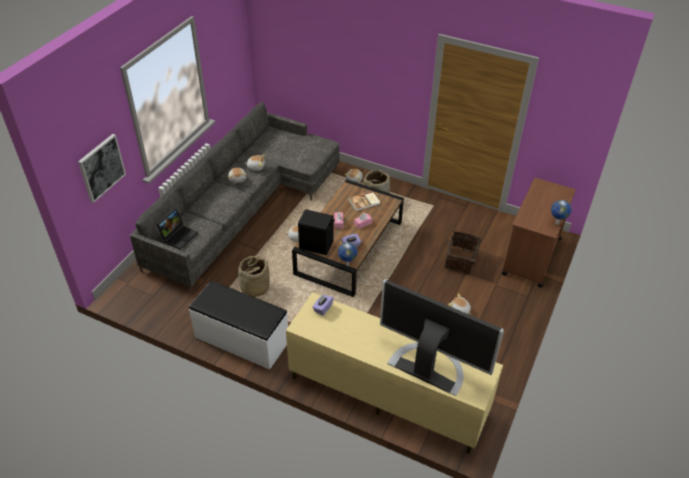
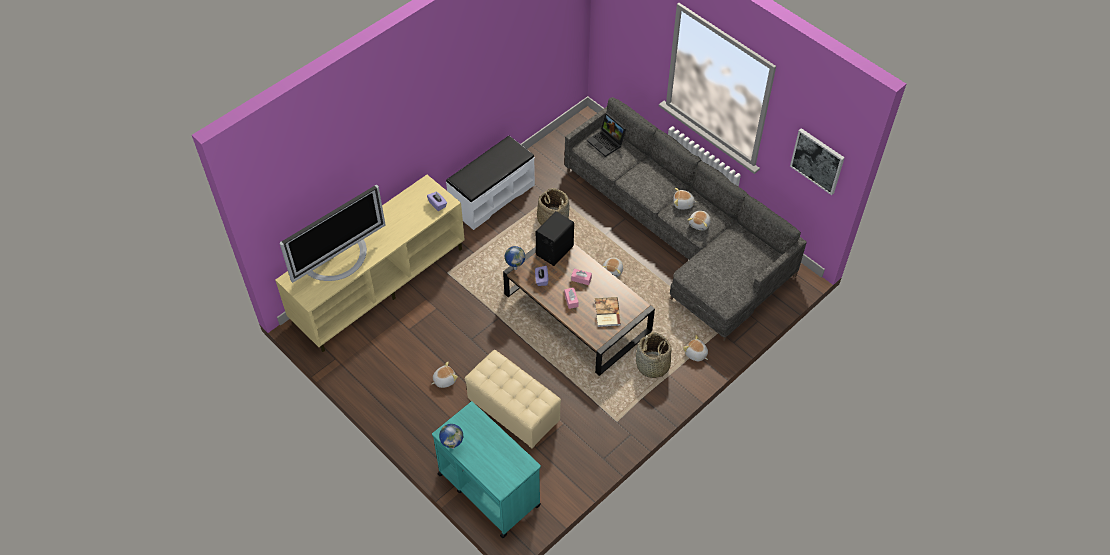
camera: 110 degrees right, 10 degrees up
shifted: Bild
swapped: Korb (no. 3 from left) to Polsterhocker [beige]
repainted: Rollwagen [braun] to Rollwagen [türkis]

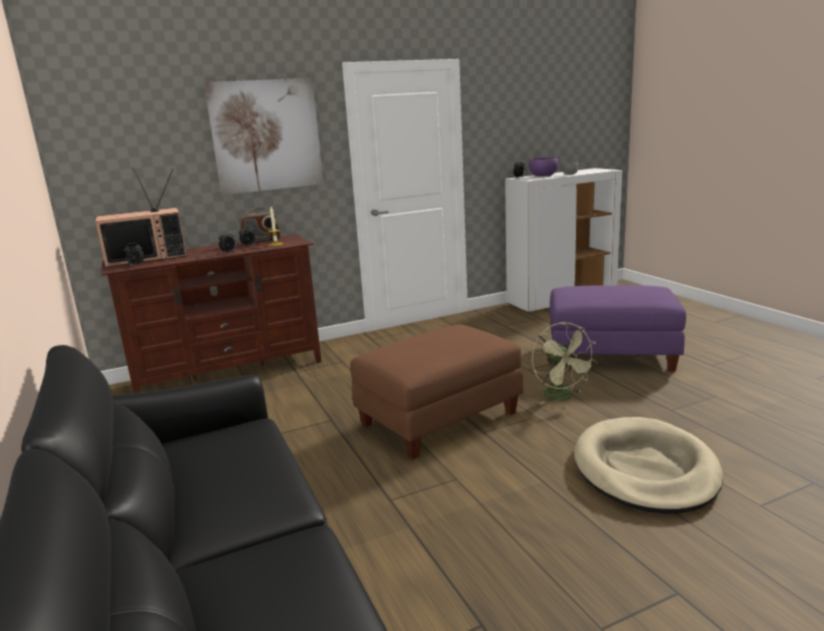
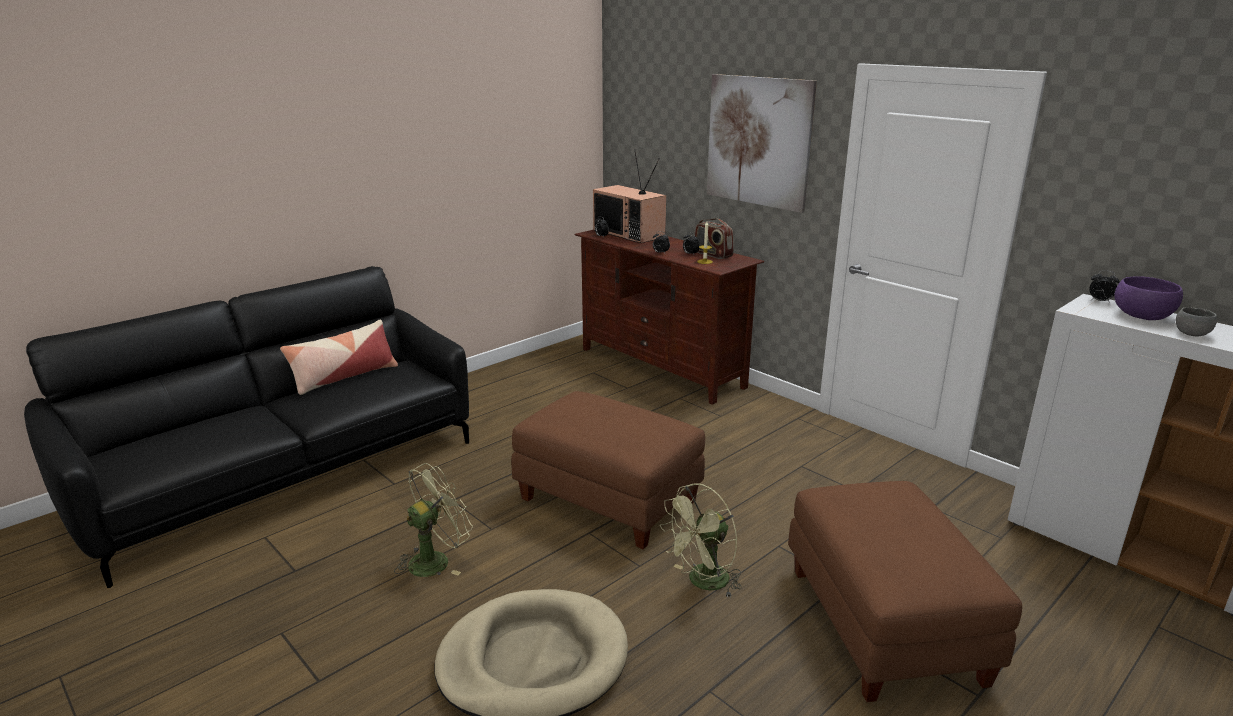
camera: 70 degrees right, 5 degrees up
new: Kissen; Ventilator [grün] (no. 1 from left)
repainted: Polsterhocker [lila] to Polsterhocker [braun] (no. 2 from left)

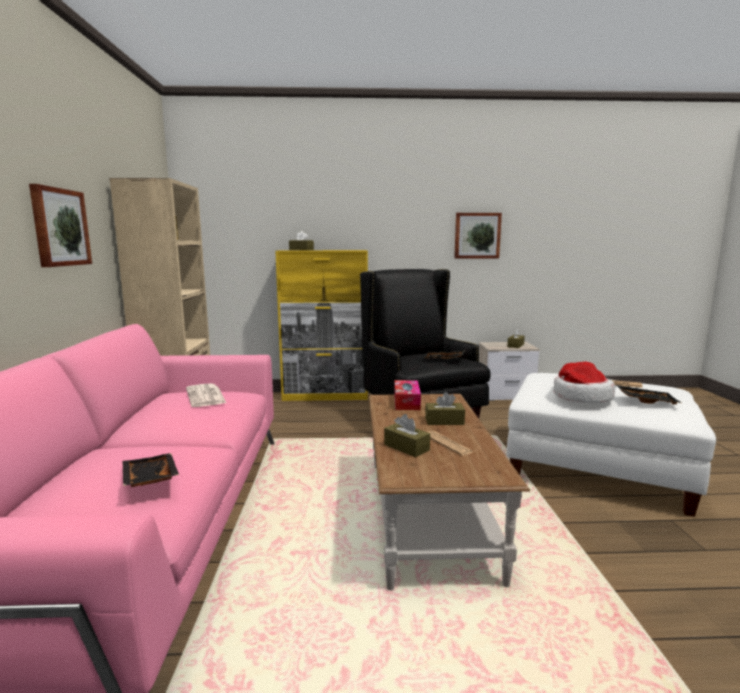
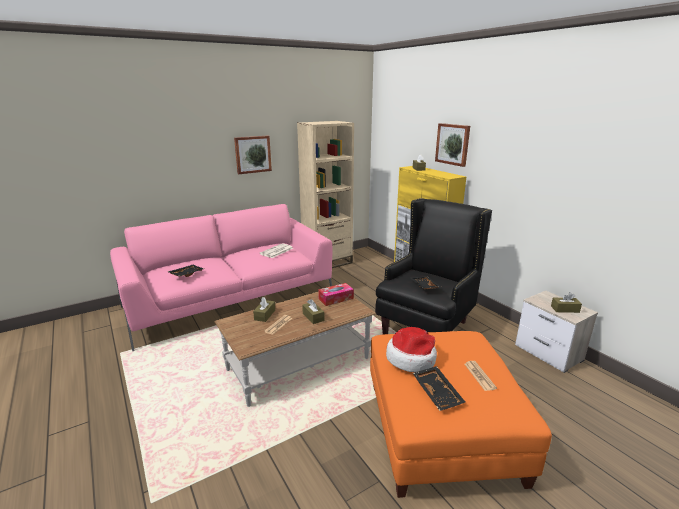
camera: 60 degrees right, 10 degrees up
shifted: Bild (no. 2 from left)
repainted: Polsterhocker [weiß] to Polsterhocker [orange]

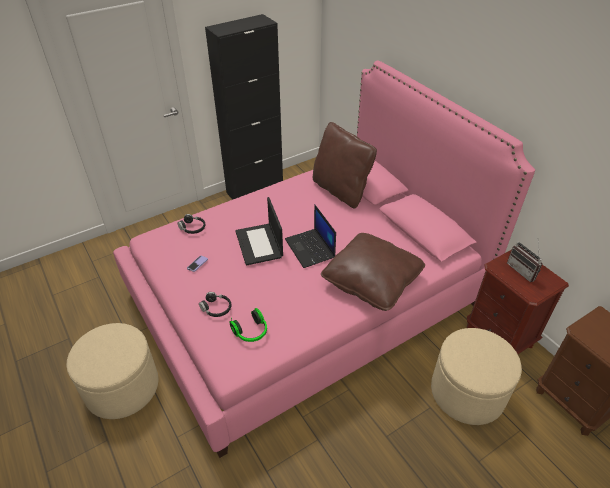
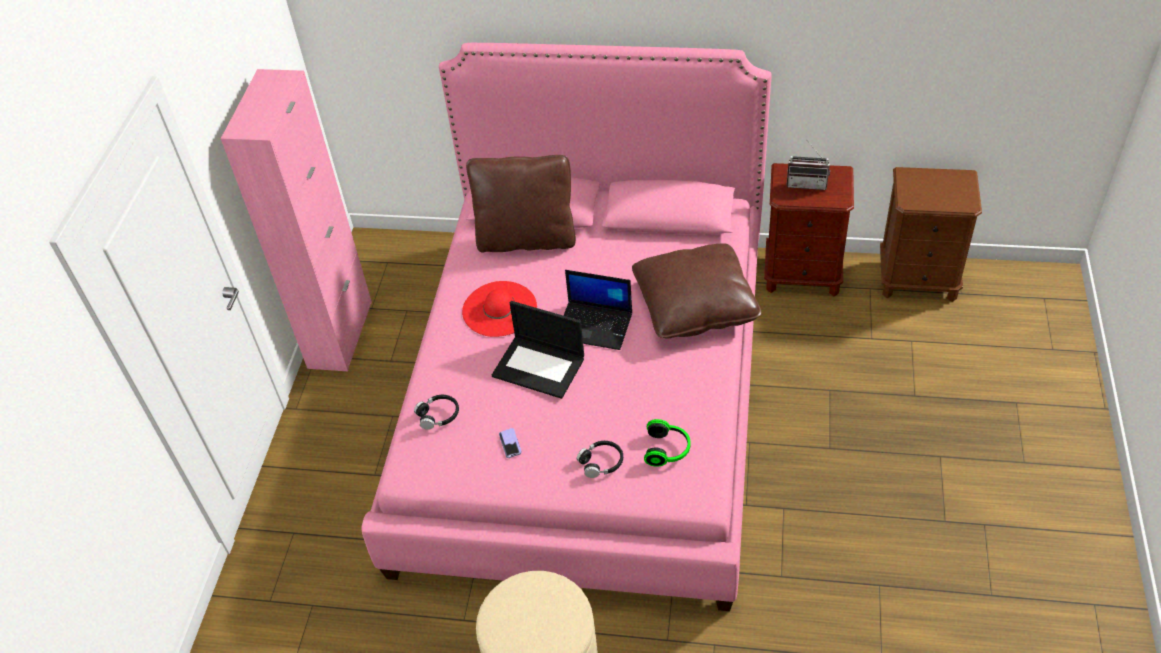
camera: 45 degrees left, 5 degrees up
gone: Polsterhocker [beige] (no. 2 from left)
new: Hut [rot]
repainted: Schrank [schwarz] to Schrank [rosa]

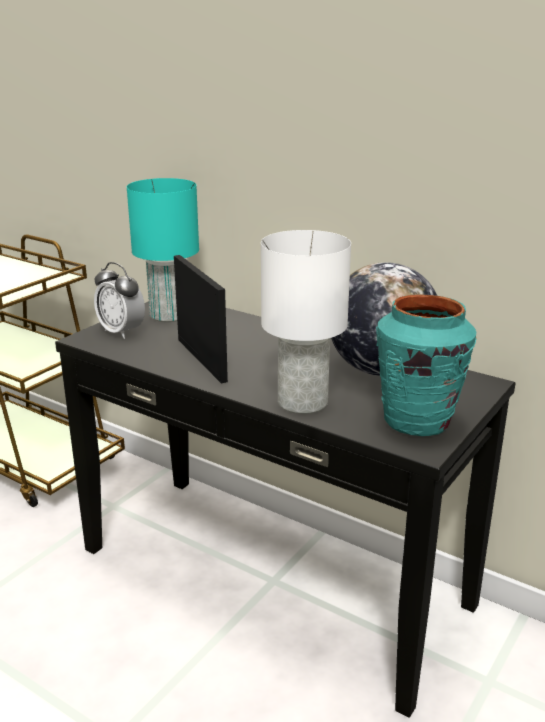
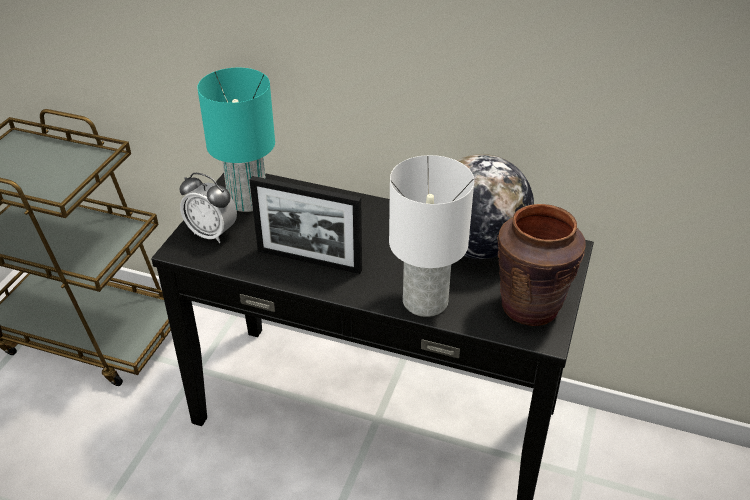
camera: 15 degrees left, 15 degrees up
repainted: Vase [türkis] to Vase [braun]
rotated: Bilderrahmen 150 degrees clockwise

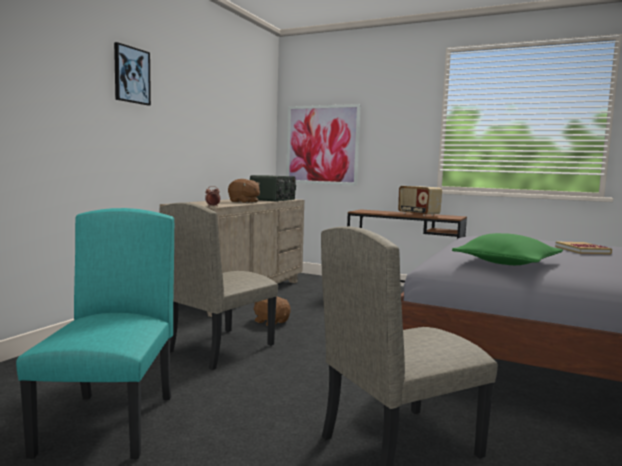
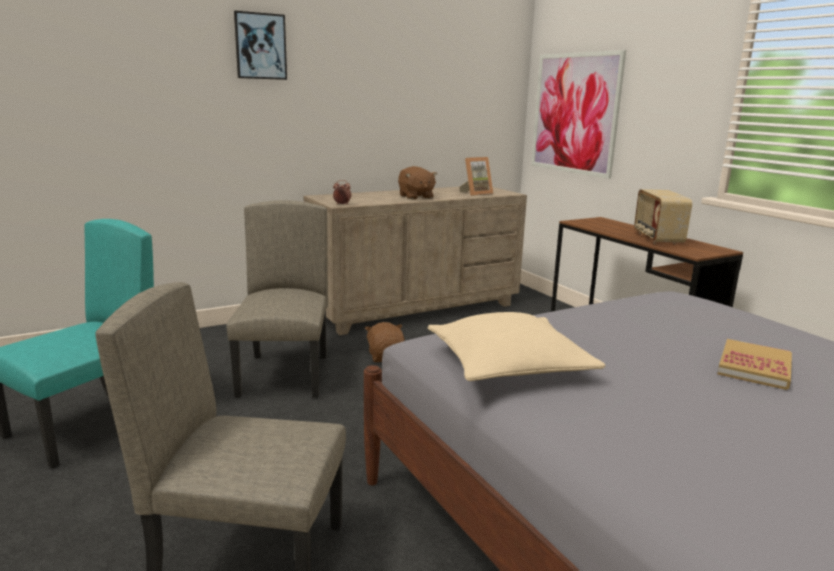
camera: 35 degrees right, 10 degrees up
swapped: Radio (no. 1 from left) to Bilderrahmen
repainted: Kissen [grün] to Kissen [beige]
rotated: Stuhl [beige] (no. 1 from left in the first image) 105 degrees clockwise

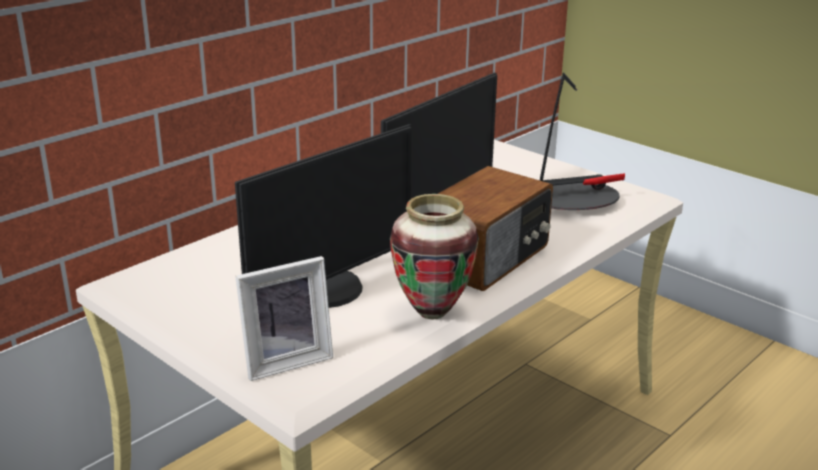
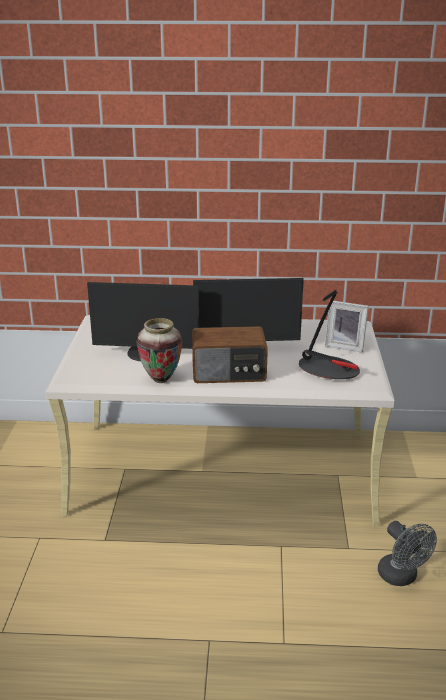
camera: 50 degrees right, 0 degrees up
new: Ventilator [grau]
shifted: Bilderrahmen

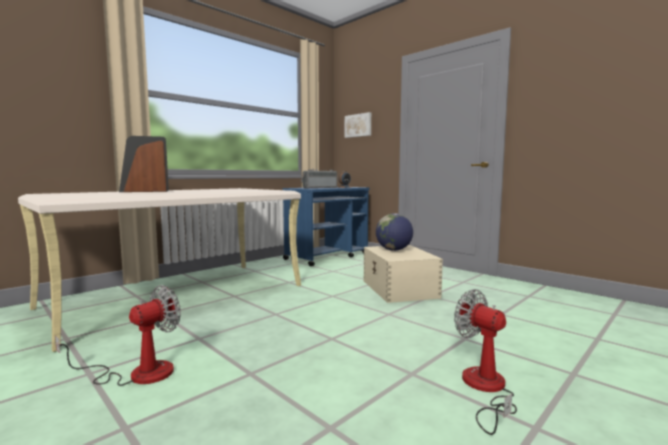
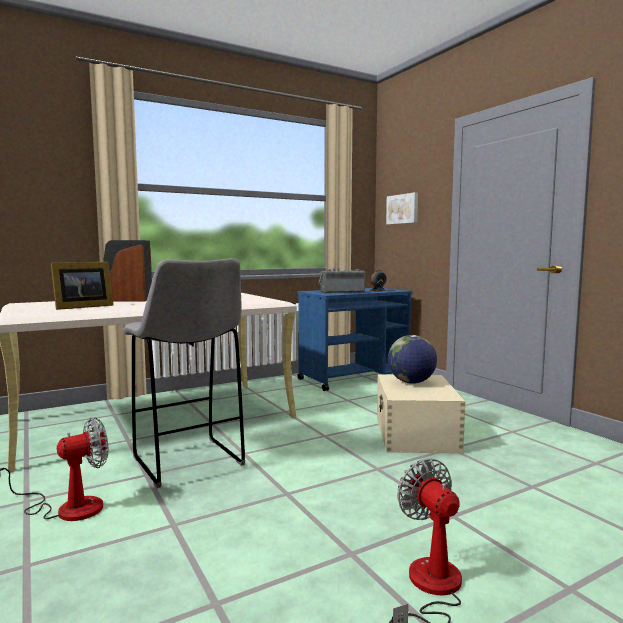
camera: 15 degrees right, 0 degrees up
new: Hocker [grau]; Bilderrahmen

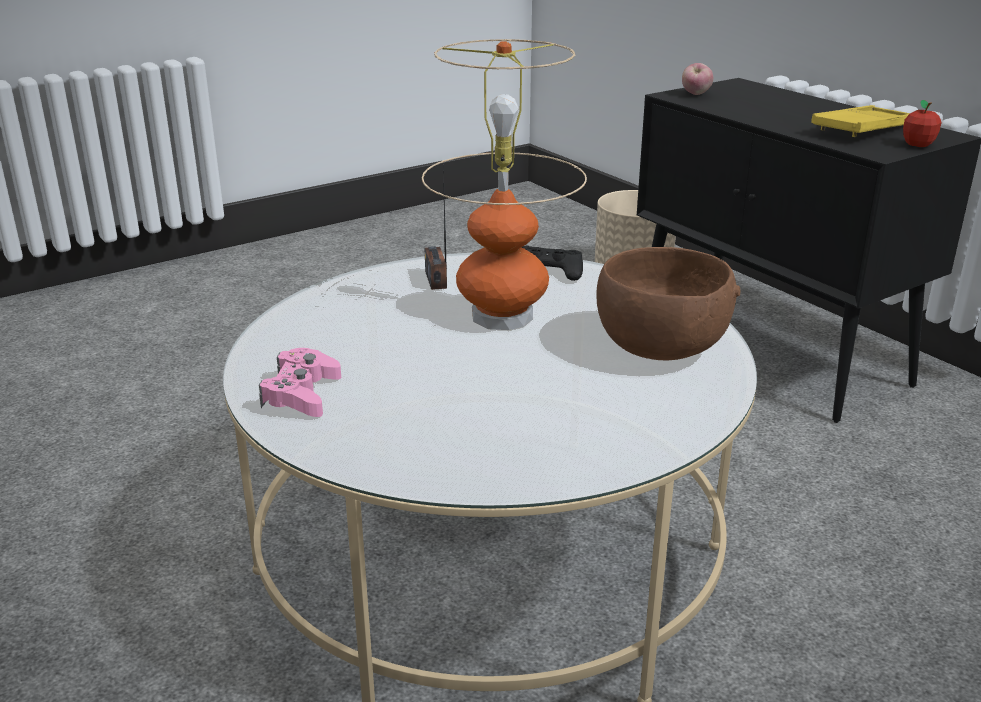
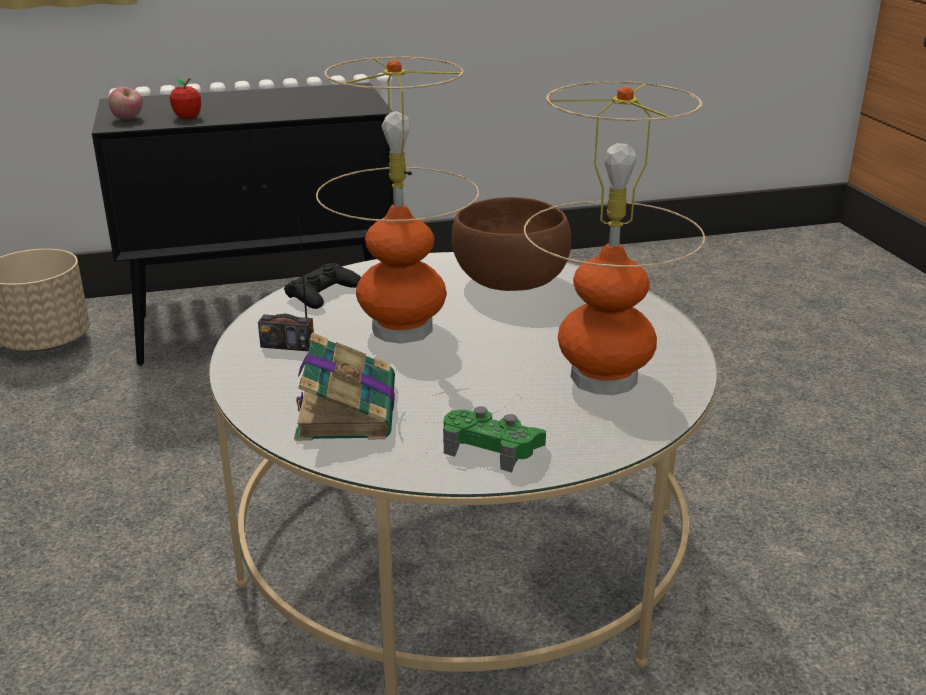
camera: 70 degrees left, 0 degrees up
gone: Tablett [gelb]
new: Tischlampe (no. 2 from left); Buch
shifted: Apfel (no. 2 from left)
repainted: Gamepad [rosa] to Gamepad [grün]

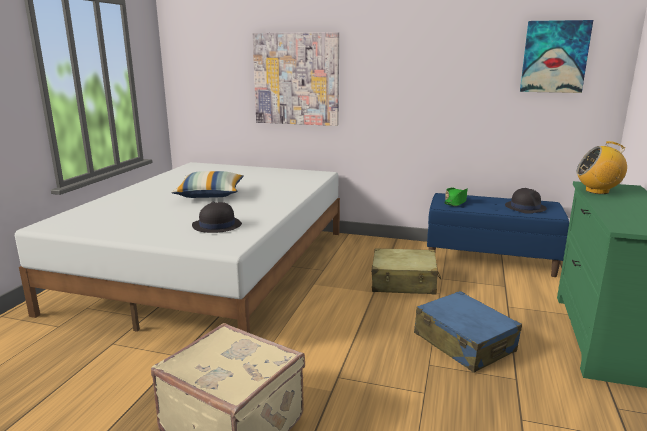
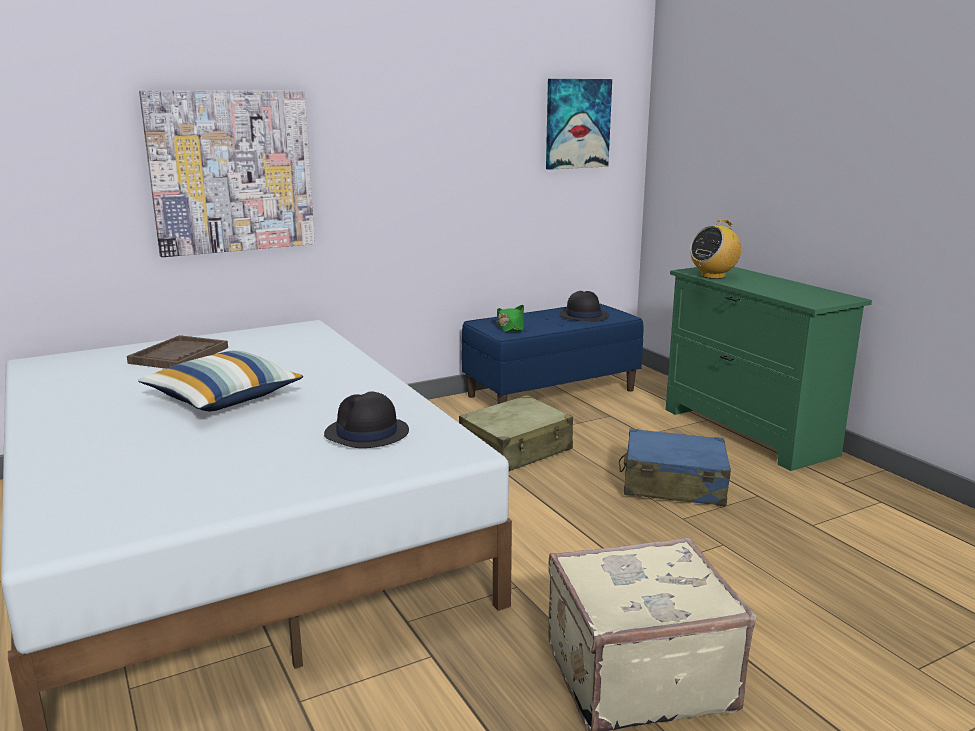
camera: 45 degrees left, 0 degrees up
new: Tablett [braun]

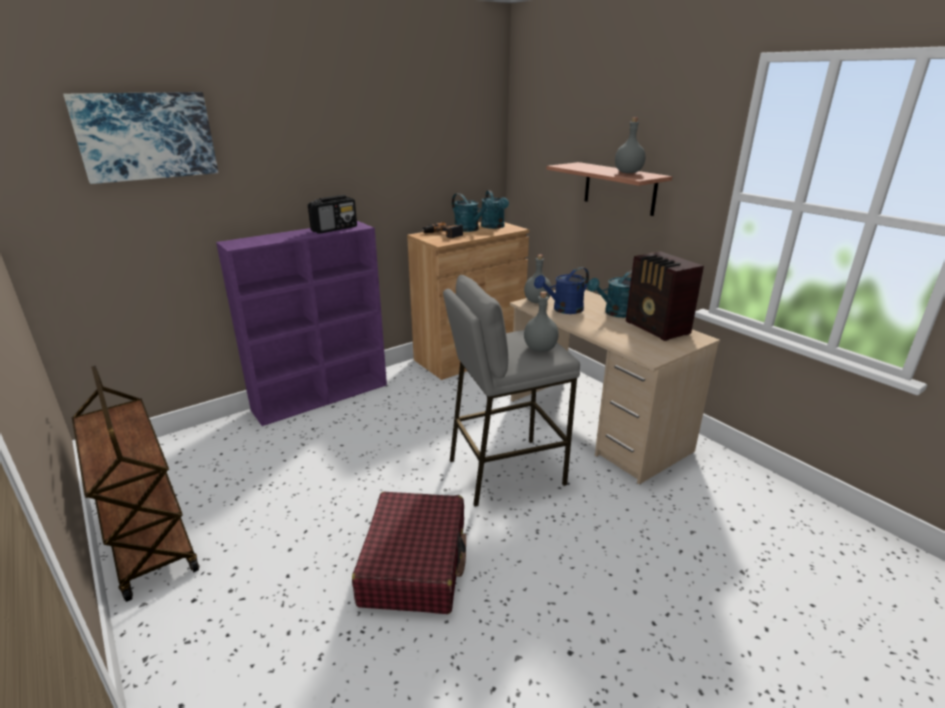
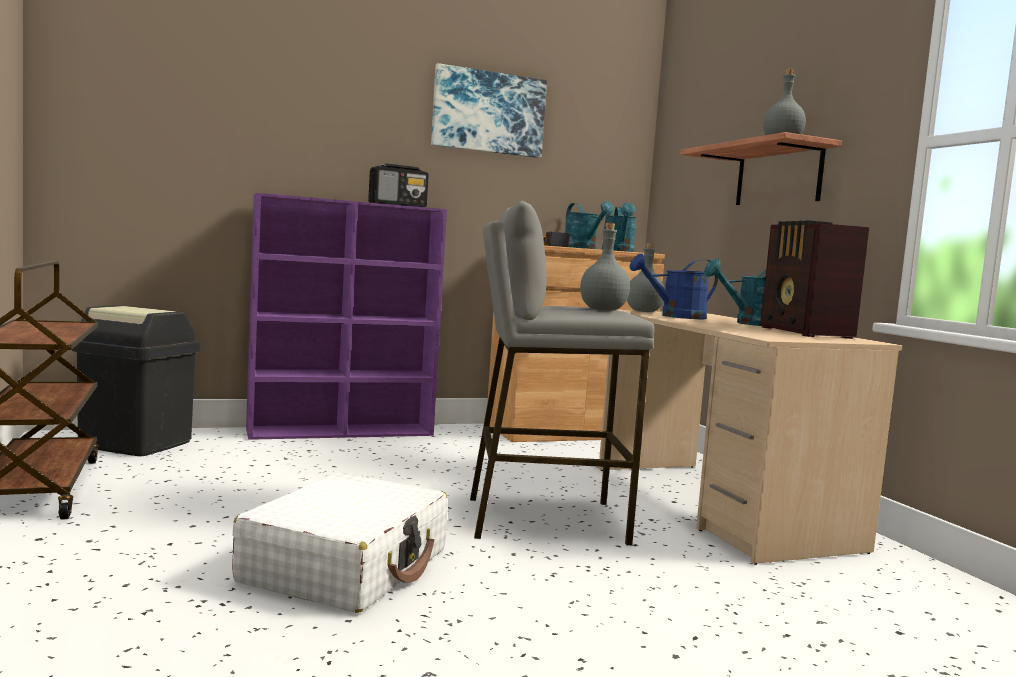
camera: 15 degrees right, 20 degrees down
new: Mülleimer [schwarz]
shifted: Bild
repainted: Koffer [rot] to Koffer [weiß]

